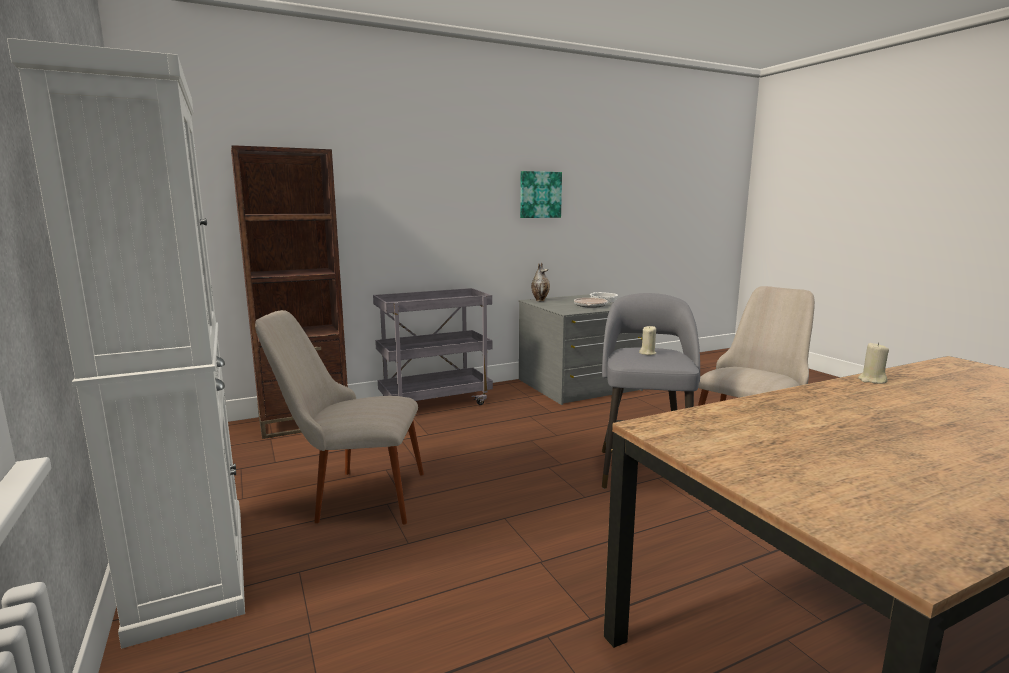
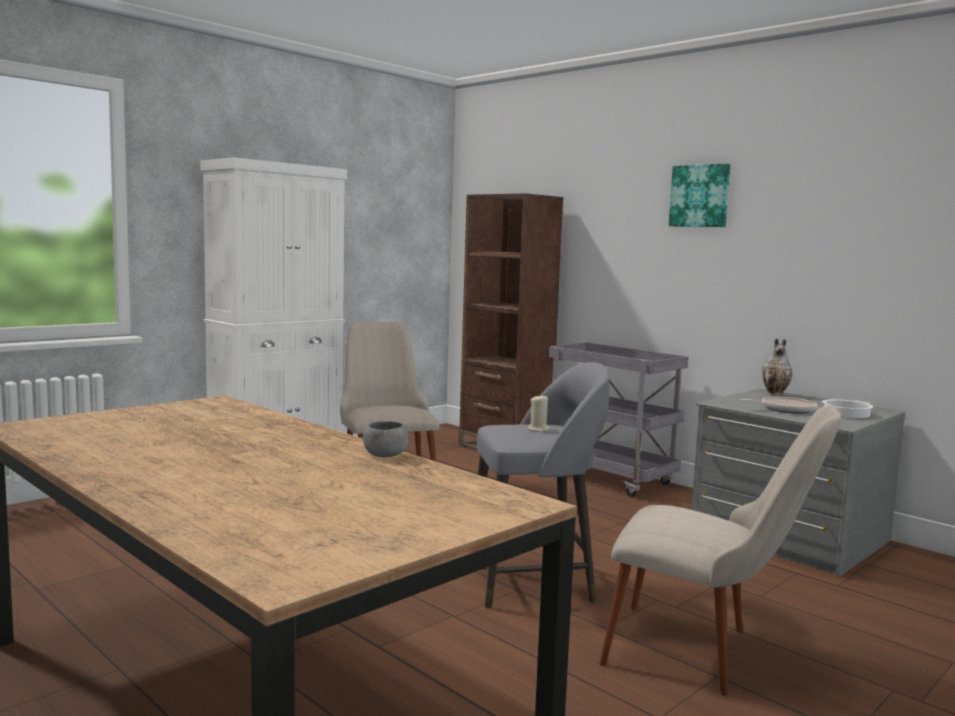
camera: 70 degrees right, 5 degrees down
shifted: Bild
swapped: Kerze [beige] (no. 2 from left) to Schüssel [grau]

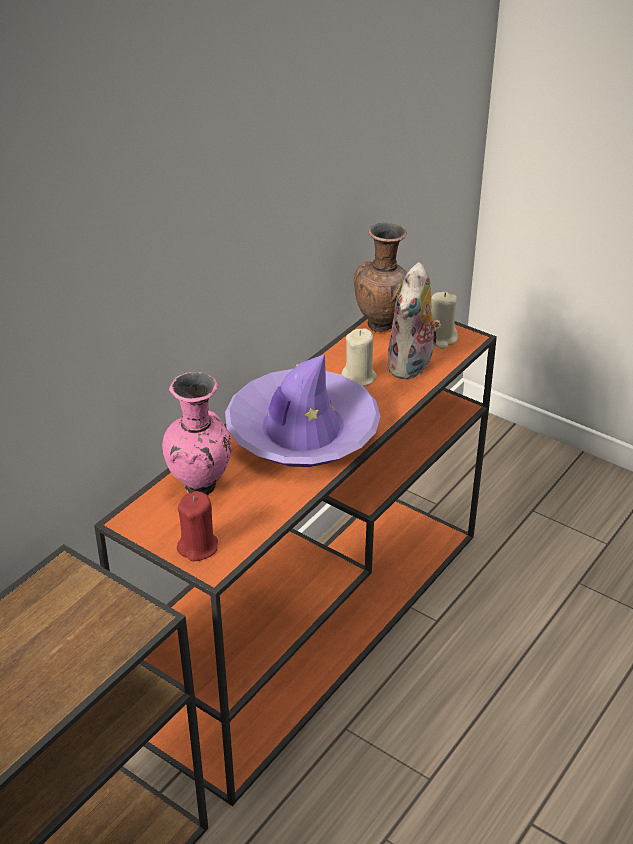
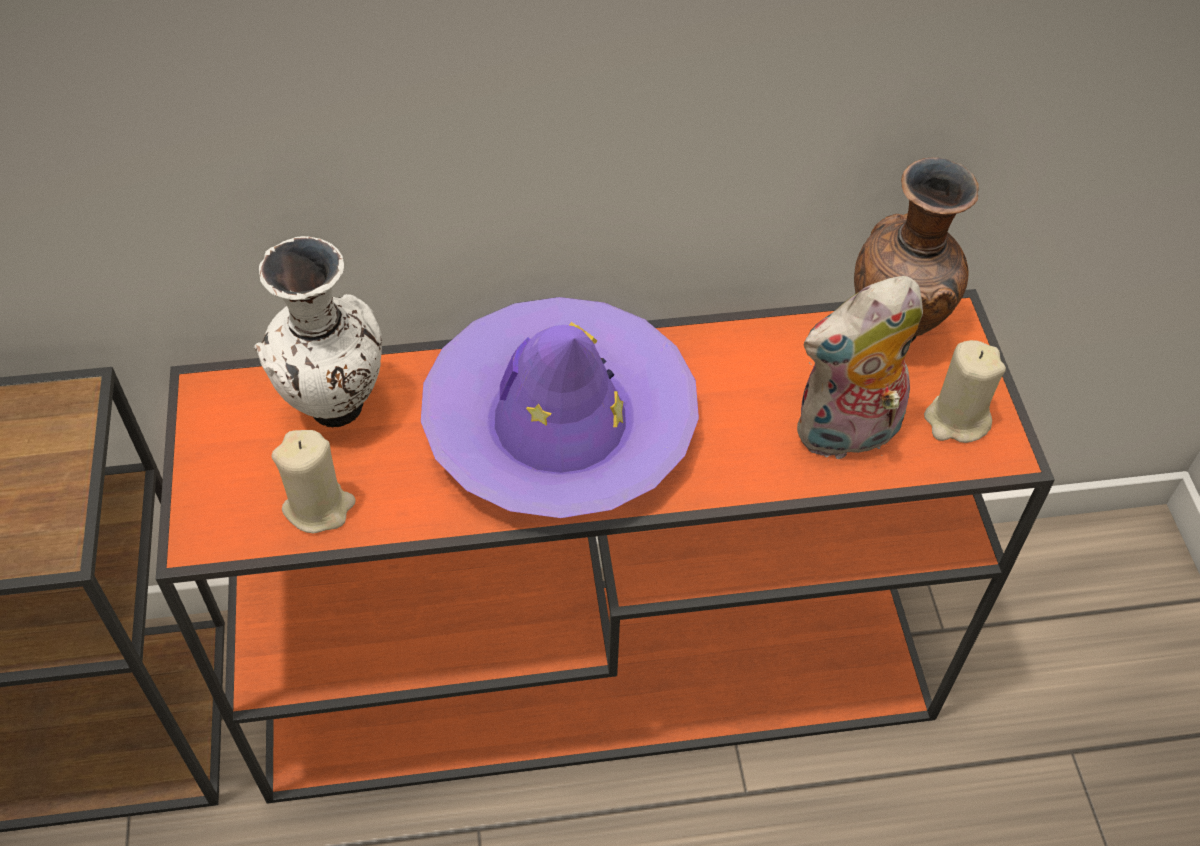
camera: 45 degrees right, 15 degrees up
gone: Kerze [rot]
shifted: Kerze [beige] (no. 1 from left)
repainted: Vase [rosa] to Vase [weiß]

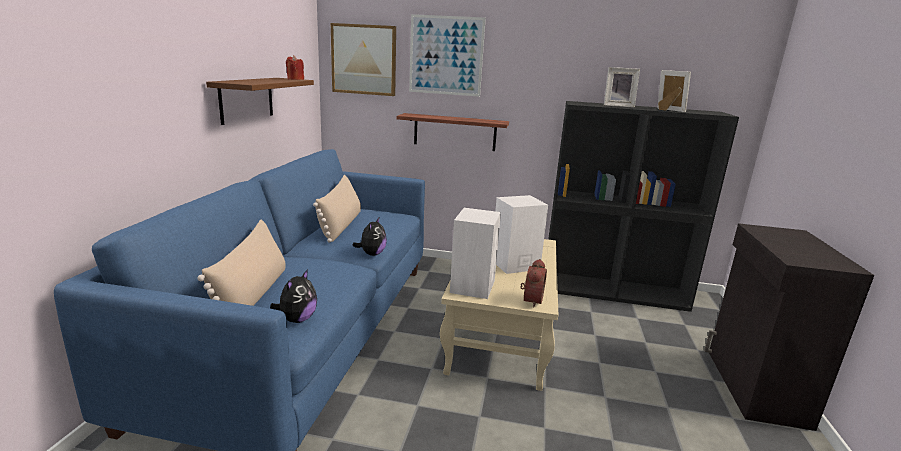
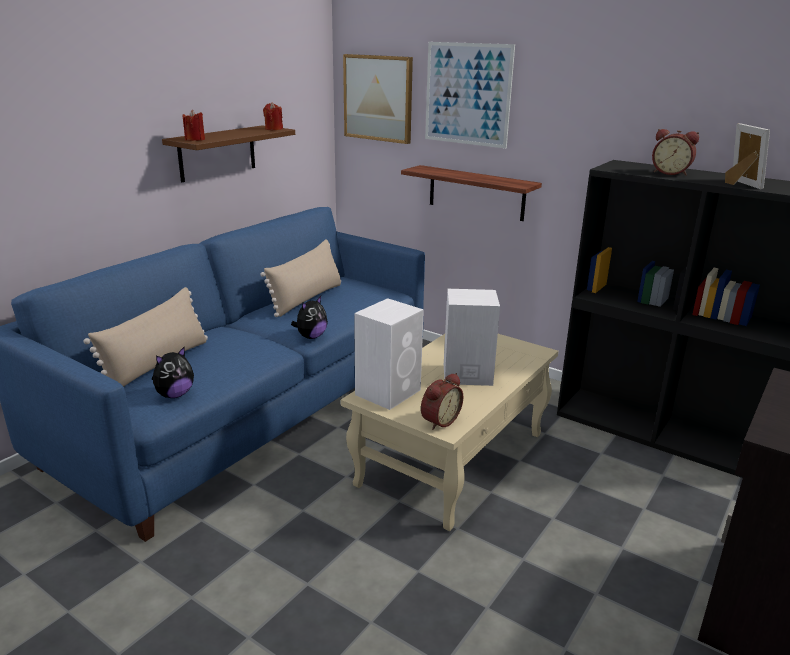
camera: 25 degrees right, 5 degrees up
new: Kerze [rot] (no. 1 from left)
swapped: Bilderrahmen (no. 1 from left) to Wecker (no. 2 from left)

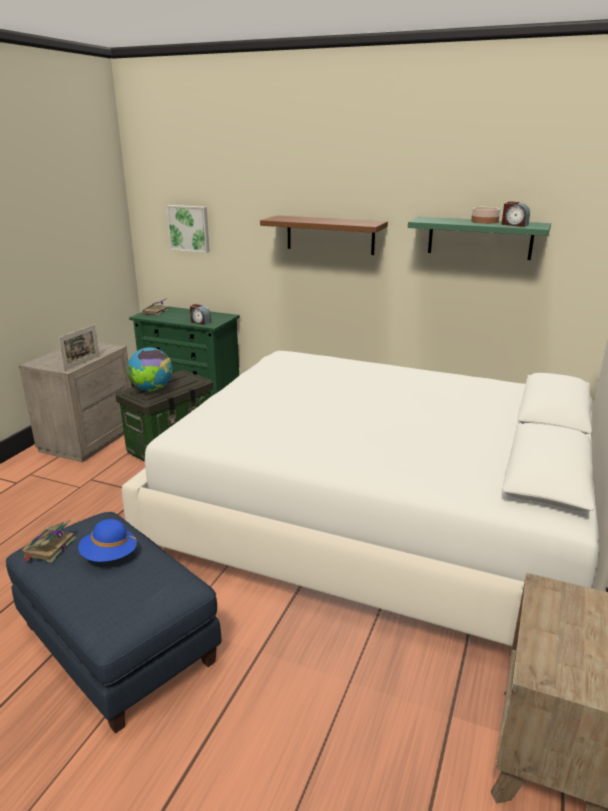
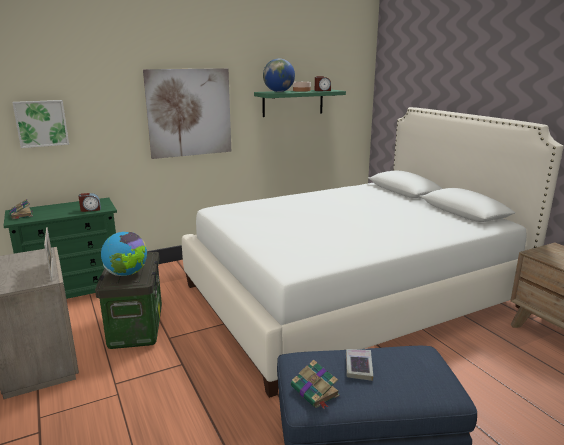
camera: 50 degrees left, 5 degrees down
new: Globus (no. 2 from left)
swapped: Wandregal [braun] to Bild (no. 2 from left); Hut [blau] to Buch (no. 3 from left)

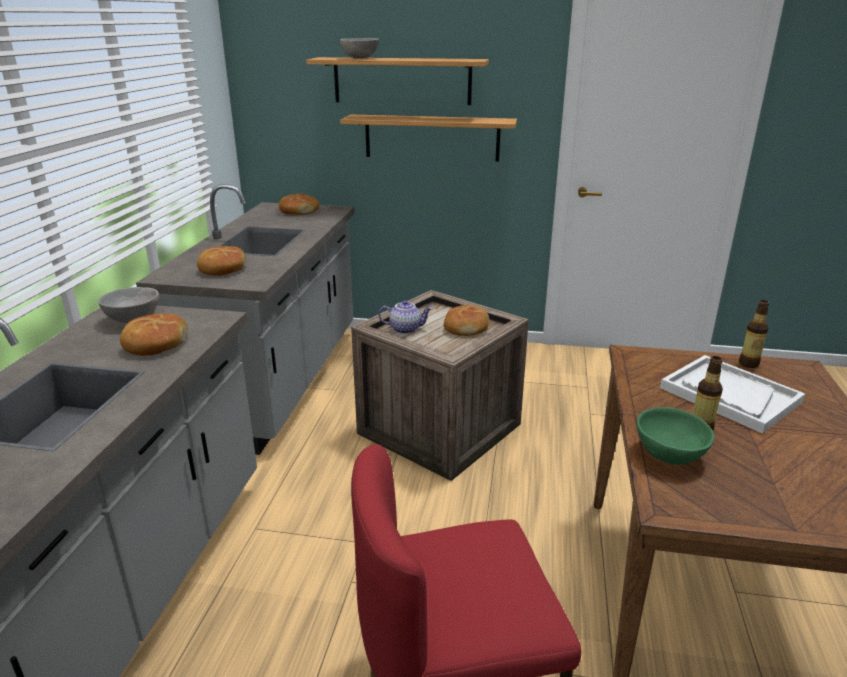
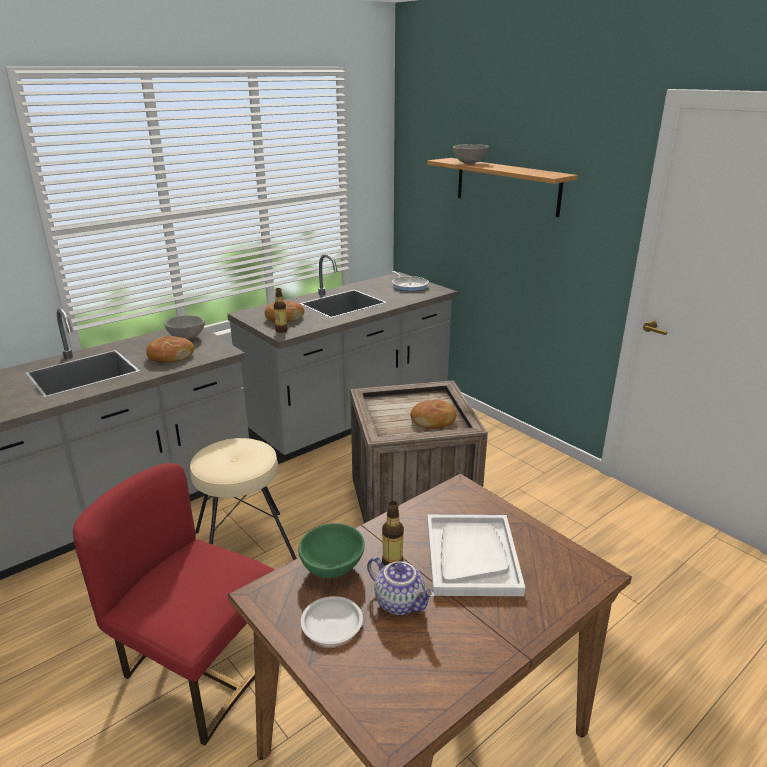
camera: 40 degrees right, 0 degrees up
gone: Wandregal (no. 2 from left)
new: Hocker [beige]; Teller [weiß]
shifted: Teekanne; Flasche (no. 2 from left in the first image) to Flasche (no. 1 from left)
swapped: Brot (no. 3 from left) to Pfanne

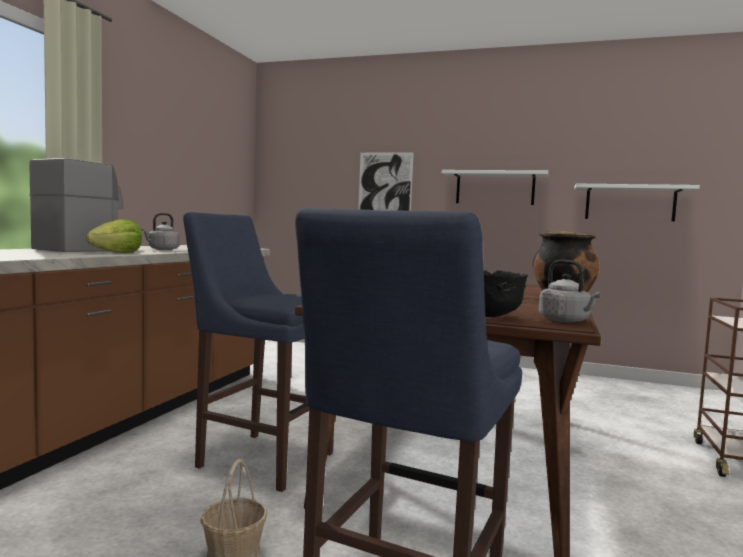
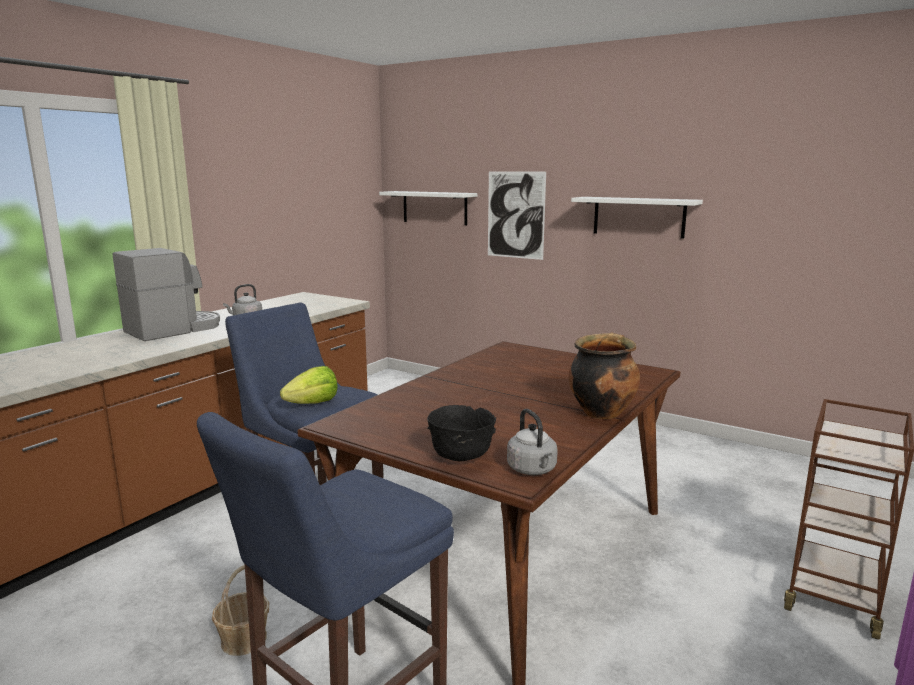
camera: 15 degrees right, 10 degrees up
shifted: Wandregal [weiß] (no. 2 from left in the first image) to Wandregal [weiß] (no. 1 from left); Salatkopf

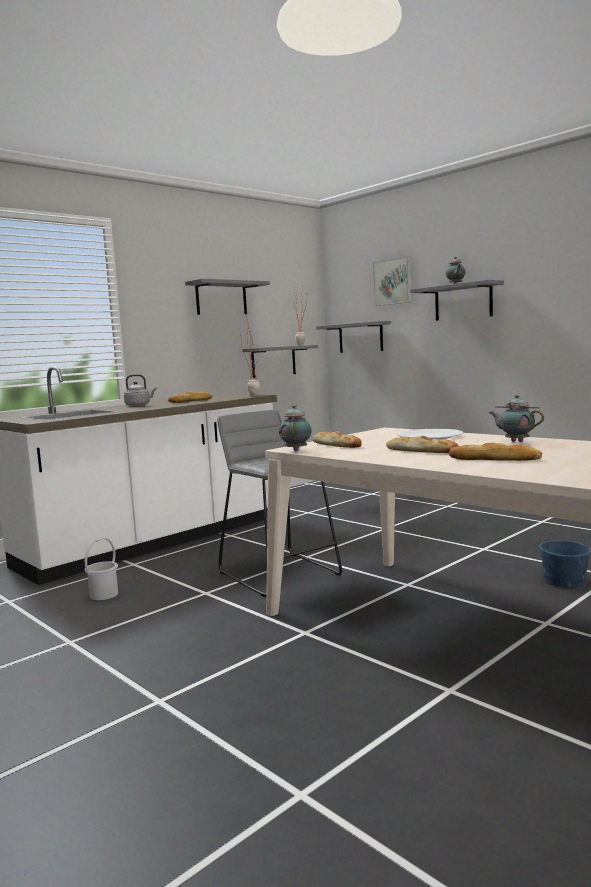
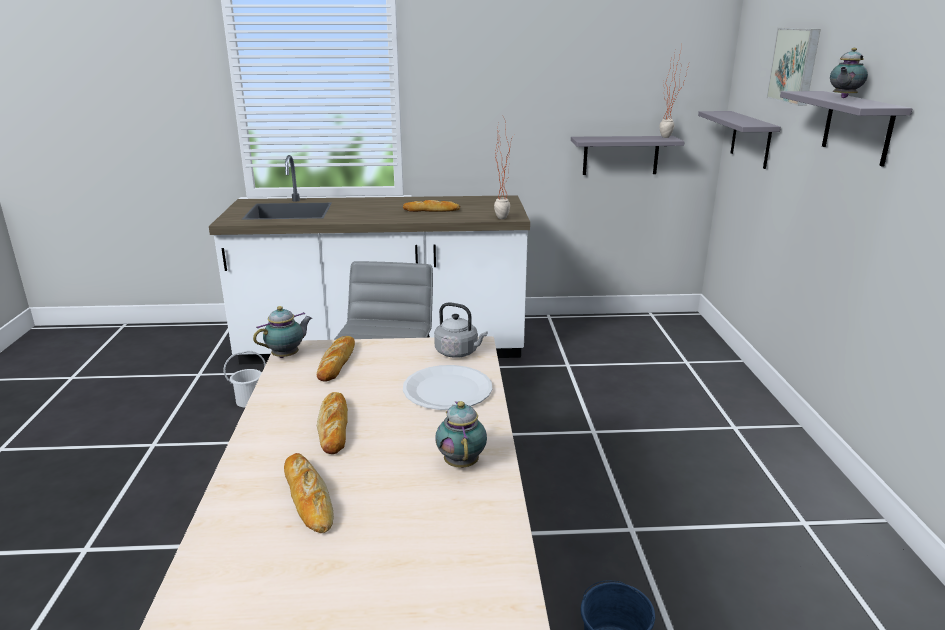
camera: 40 degrees right, 15 degrees up
gone: Wandregal [grau] (no. 1 from left)
shifted: Wasserkessel [grau]

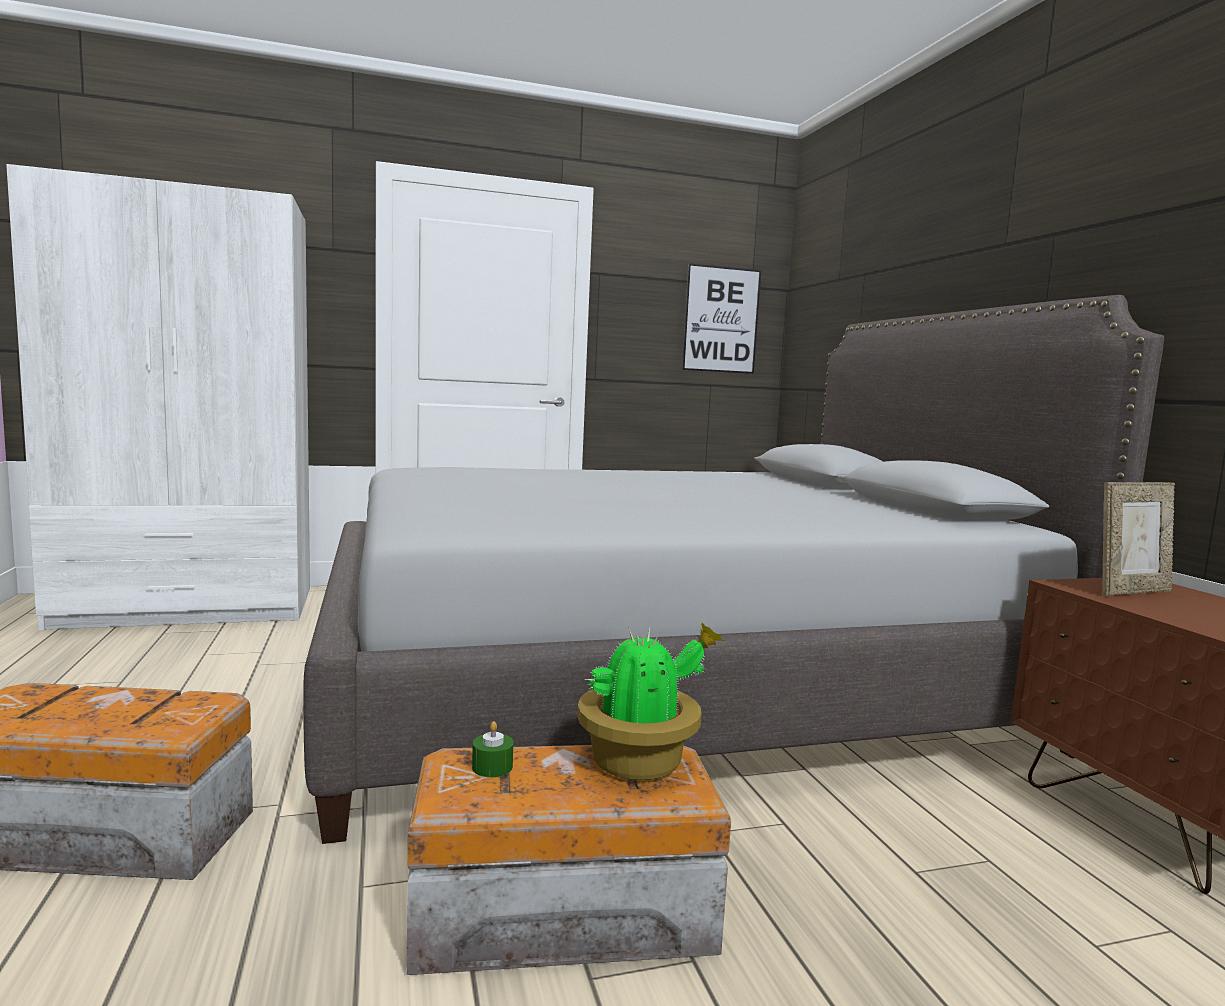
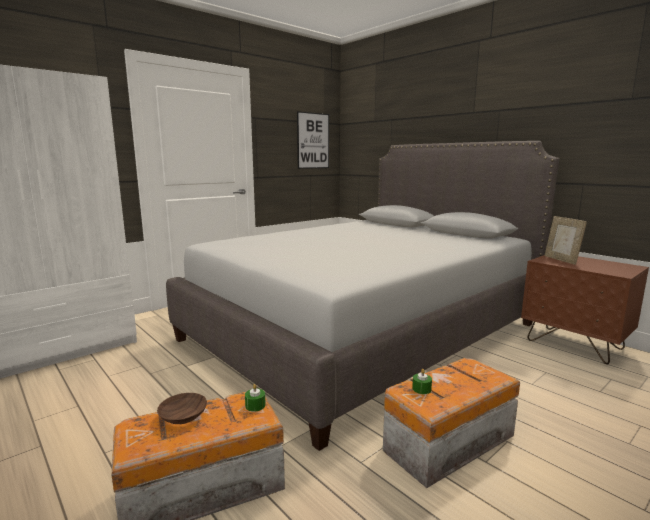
camera: 25 degrees left, 5 degrees up
gone: Topfpflanze
new: Kerze [grün] (no. 1 from left); Schüssel [braun]
rotated: Bilderrahmen 120 degrees clockwise

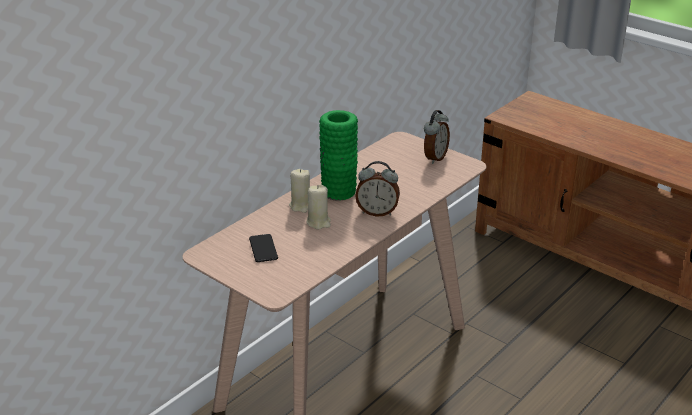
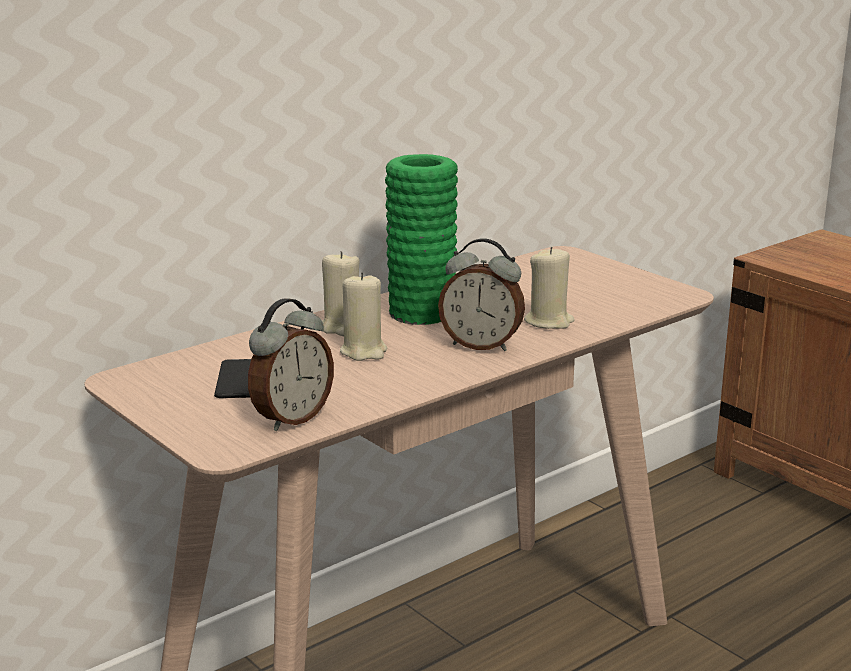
camera: 10 degrees right, 10 degrees down
new: Kerze [beige] (no. 3 from left)
shifted: Wecker (no. 2 from left in the first image) to Wecker (no. 1 from left)

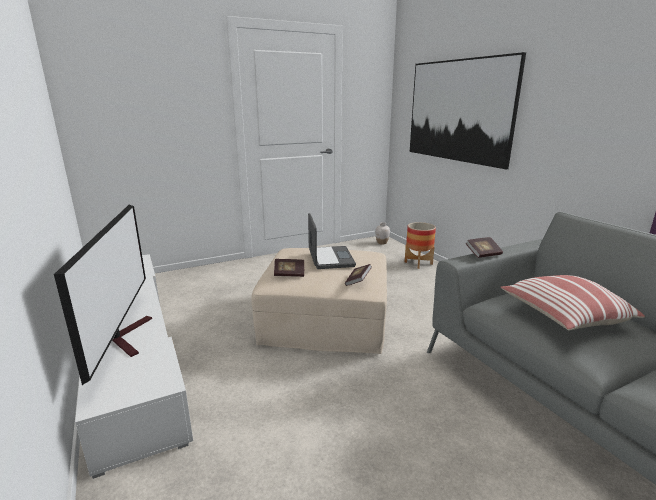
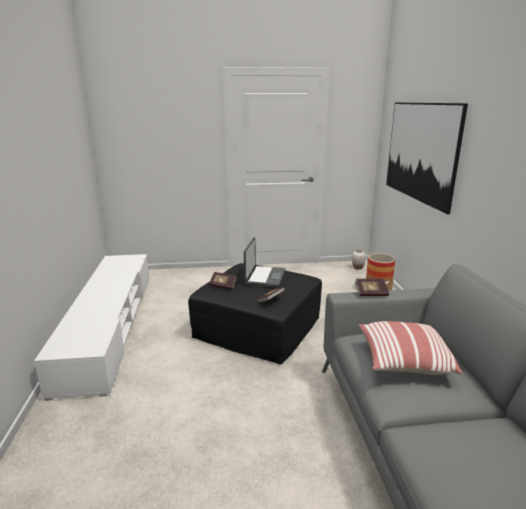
camera: 20 degrees right, 0 degrees up
gone: Fernseher
repainted: Polsterhocker [beige] to Polsterhocker [schwarz]

